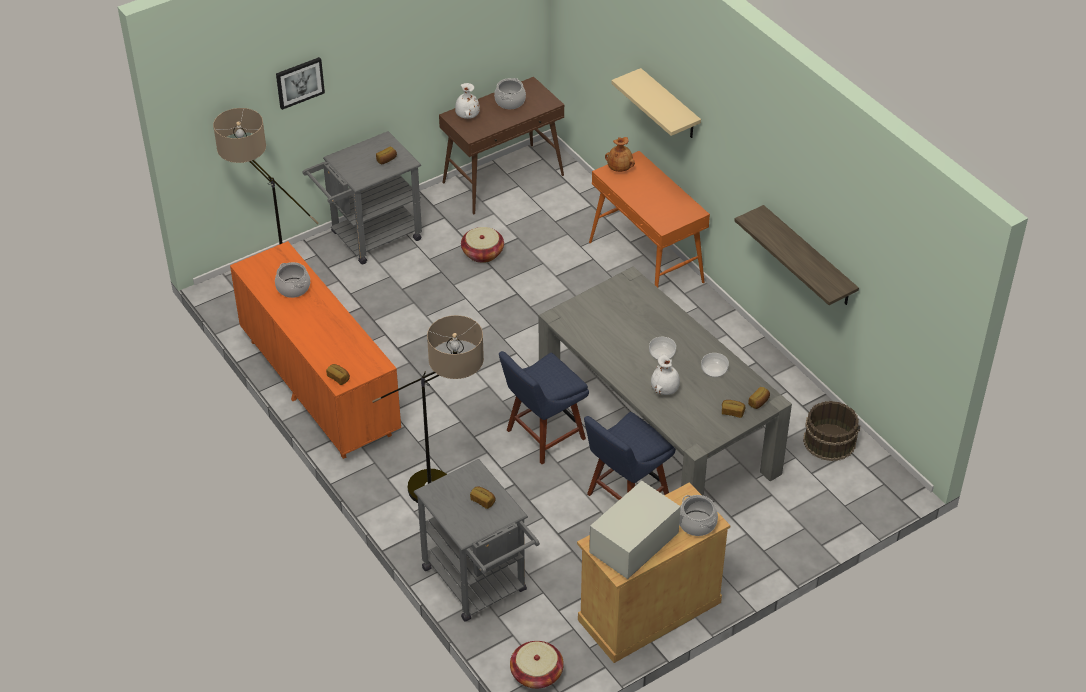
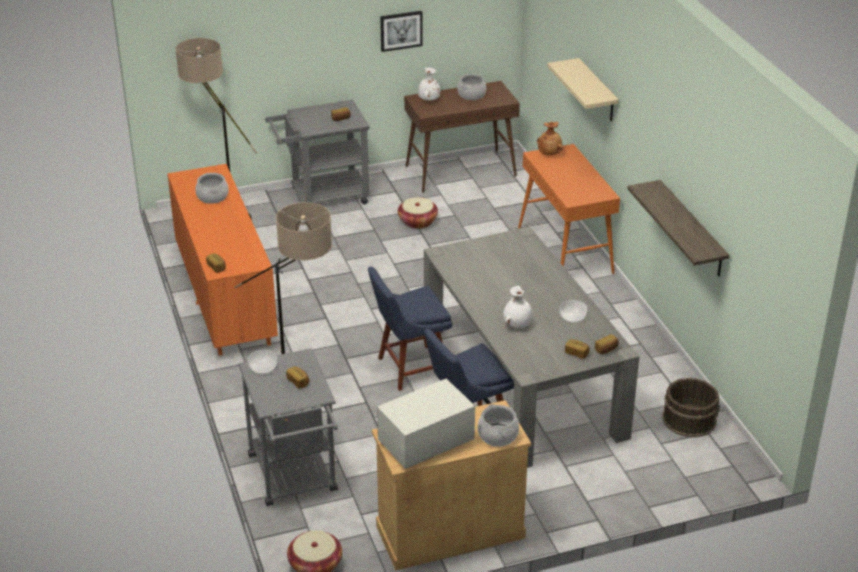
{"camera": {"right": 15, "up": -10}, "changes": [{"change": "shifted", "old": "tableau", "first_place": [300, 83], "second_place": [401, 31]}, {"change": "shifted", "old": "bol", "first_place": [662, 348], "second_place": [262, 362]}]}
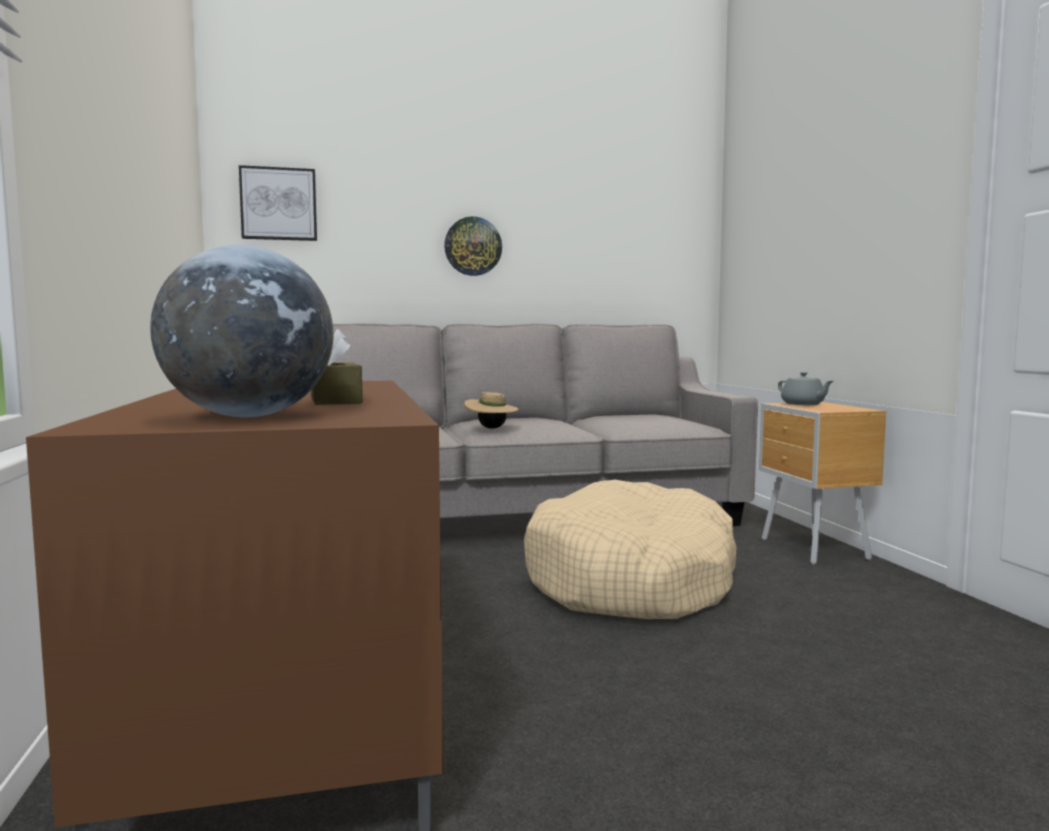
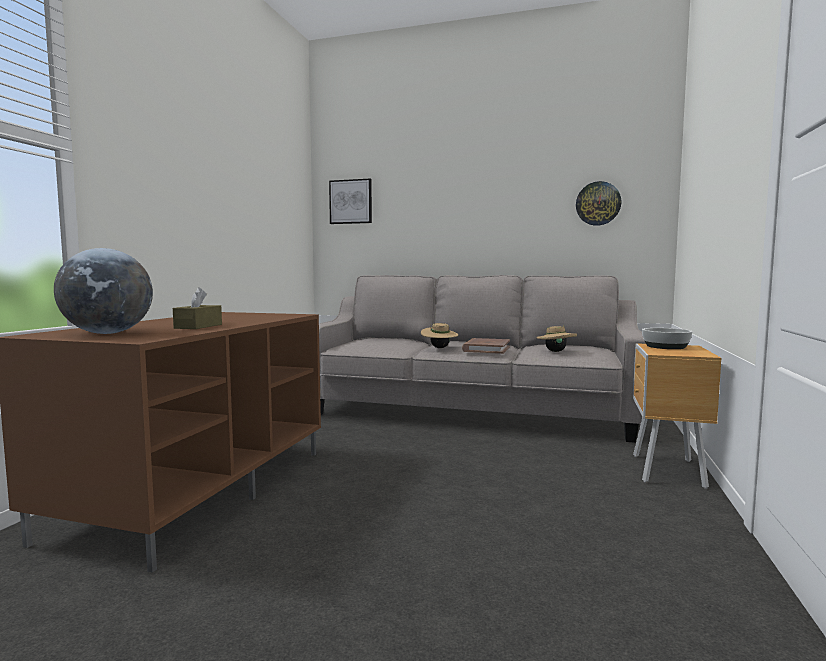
{"camera": {"right": 30, "up": 0}, "changes": [{"change": "gone", "old": "panier pour chien/beige", "first_place": [630, 549]}, {"change": "new", "new": "livre/marron", "second_place": [486, 346]}, {"change": "new", "new": "chapeau/beige", "second_place": [556, 338]}, {"change": "shifted", "old": "horloge murale", "first_place": [473, 246], "second_place": [599, 203]}, {"change": "swapped", "old": "théière/gris", "new": "bol", "first_place": [805, 388], "second_place": [667, 338]}]}
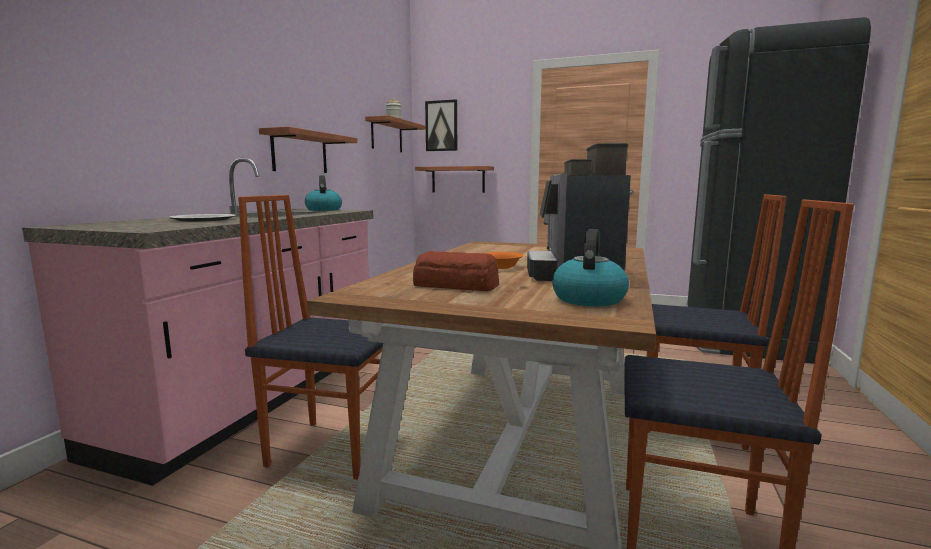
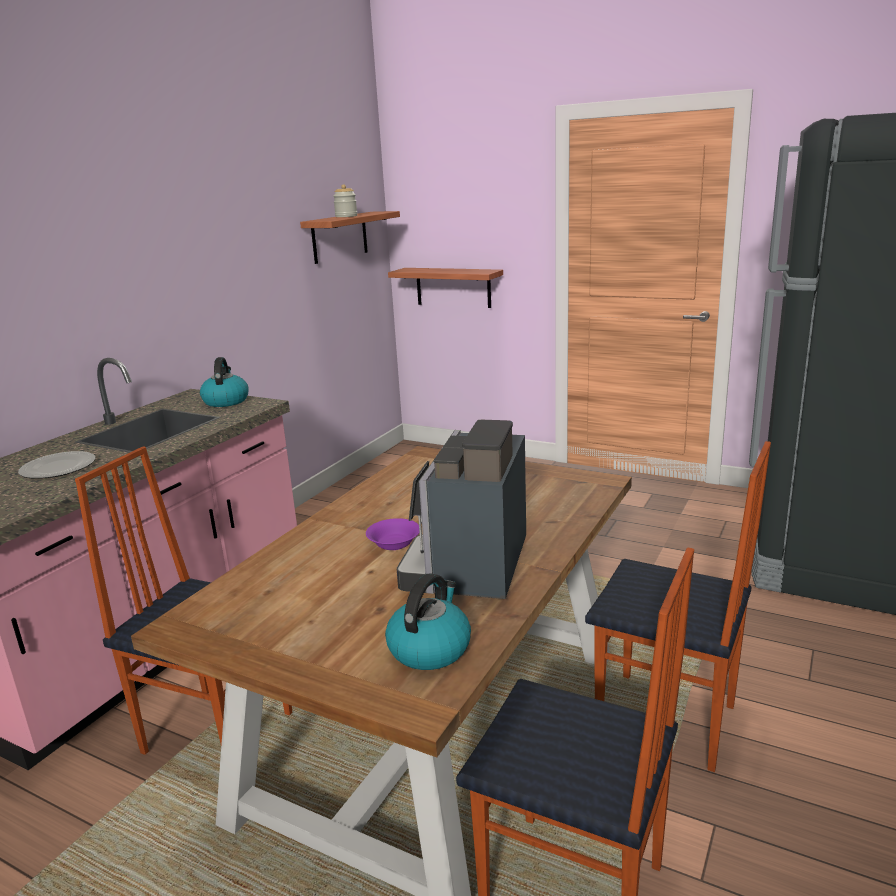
{"camera": {"right": 10, "up": 10}, "changes": [{"change": "gone", "old": "étagère", "first_place": [308, 150]}, {"change": "gone", "old": "pain", "first_place": [456, 271]}, {"change": "gone", "old": "tableau", "first_place": [441, 125]}, {"change": "repainted", "old": "bol/orange", "new": "bol/violet", "first_place": [504, 260], "second_place": [393, 534]}]}
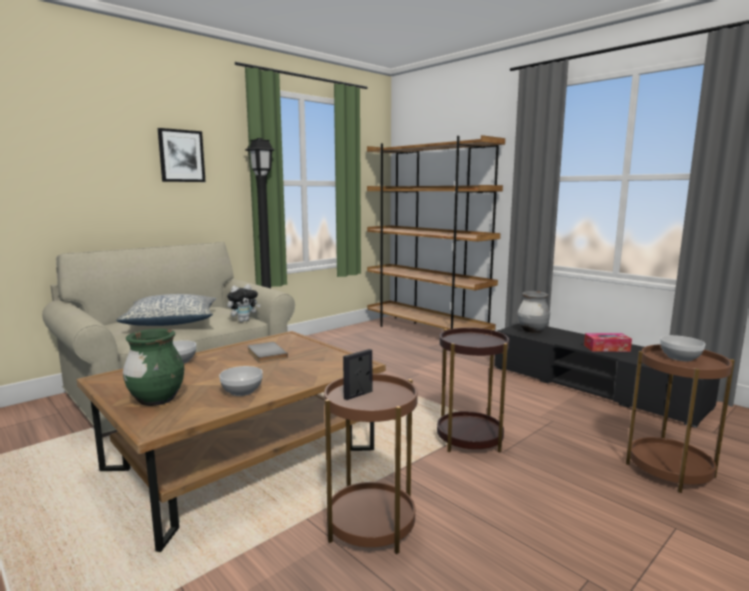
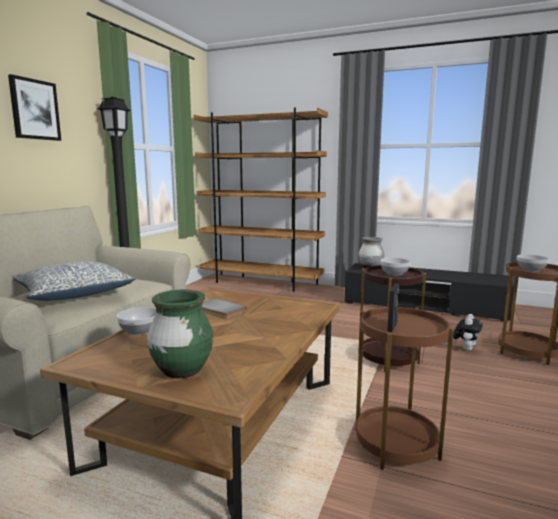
{"camera": {"right": -25, "up": 0}, "changes": [{"change": "gone", "old": "boîte à mouchoirs", "first_place": [608, 342]}, {"change": "shifted", "old": "bol", "first_place": [241, 381], "second_place": [395, 267]}, {"change": "shifted", "old": "peluche", "first_place": [244, 303], "second_place": [467, 332]}]}
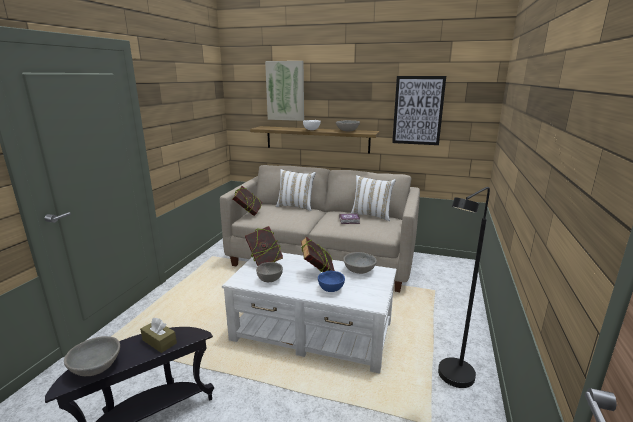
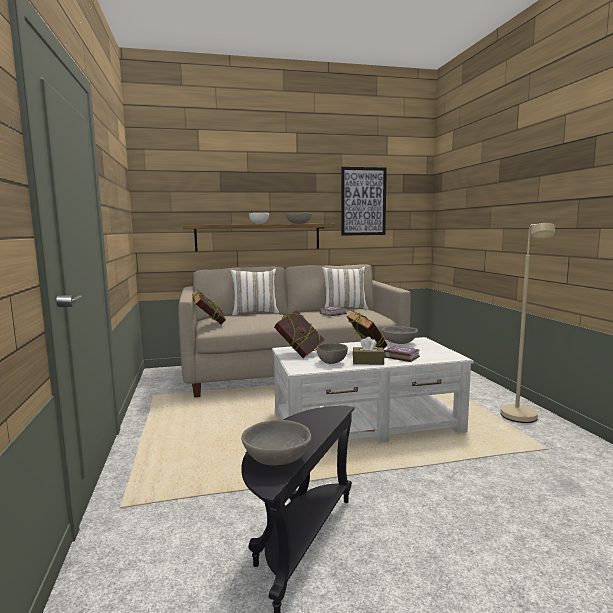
{"camera": {"right": -30, "up": -10}, "changes": [{"change": "gone", "old": "tableau", "first_place": [284, 91]}, {"change": "shifted", "old": "boîte à mouchoirs/marron", "first_place": [158, 335], "second_place": [369, 351]}, {"change": "swapped", "old": "bol/bleu", "new": "livre", "first_place": [331, 281], "second_place": [402, 354]}, {"change": "repainted", "old": "lampadaire/noir", "new": "lampadaire/beige", "first_place": [464, 287], "second_place": [527, 323]}]}
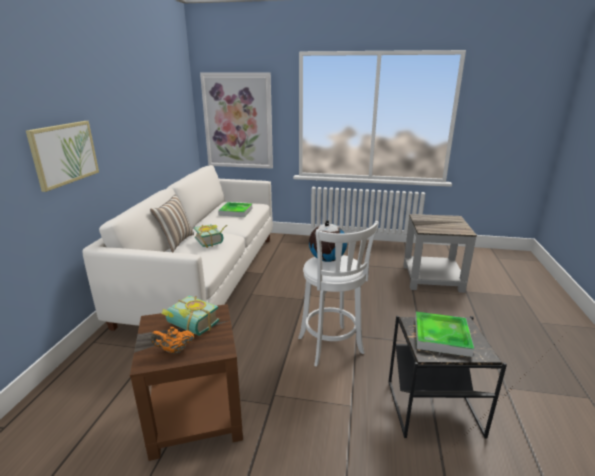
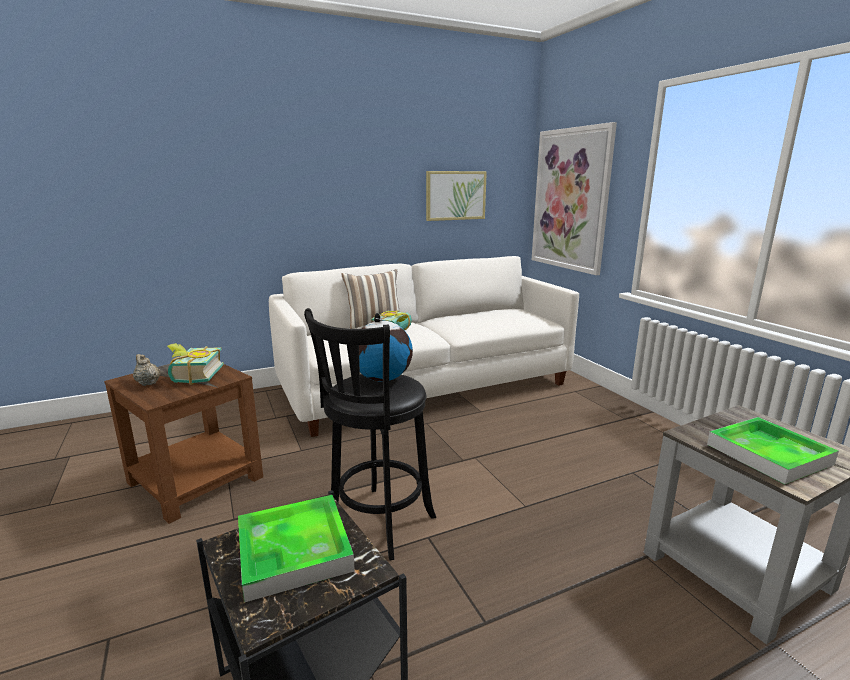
{"camera": {"right": 55, "up": -5}, "changes": [{"change": "shifted", "old": "tableau", "first_place": [62, 156], "second_place": [456, 196]}, {"change": "shifted", "old": "plateau", "first_place": [235, 209], "second_place": [773, 450]}, {"change": "repainted", "old": "théière/orange", "new": "théière/beige", "first_place": [172, 340], "second_place": [146, 370]}, {"change": "repainted", "old": "tabouret/blanc", "new": "tabouret/noir", "first_place": [338, 294], "second_place": [370, 434]}]}
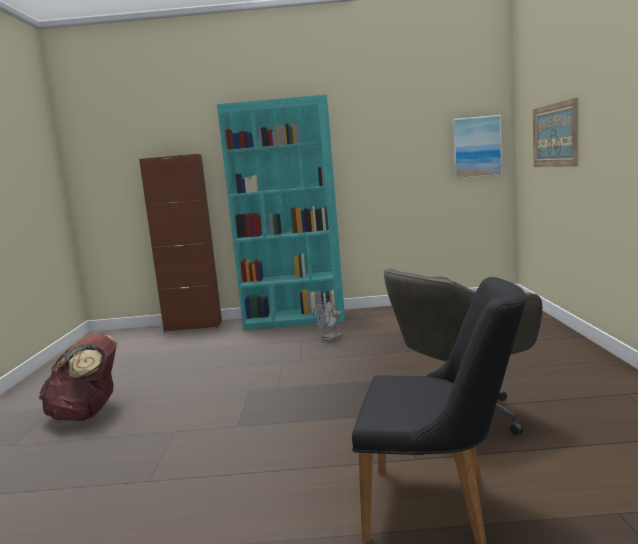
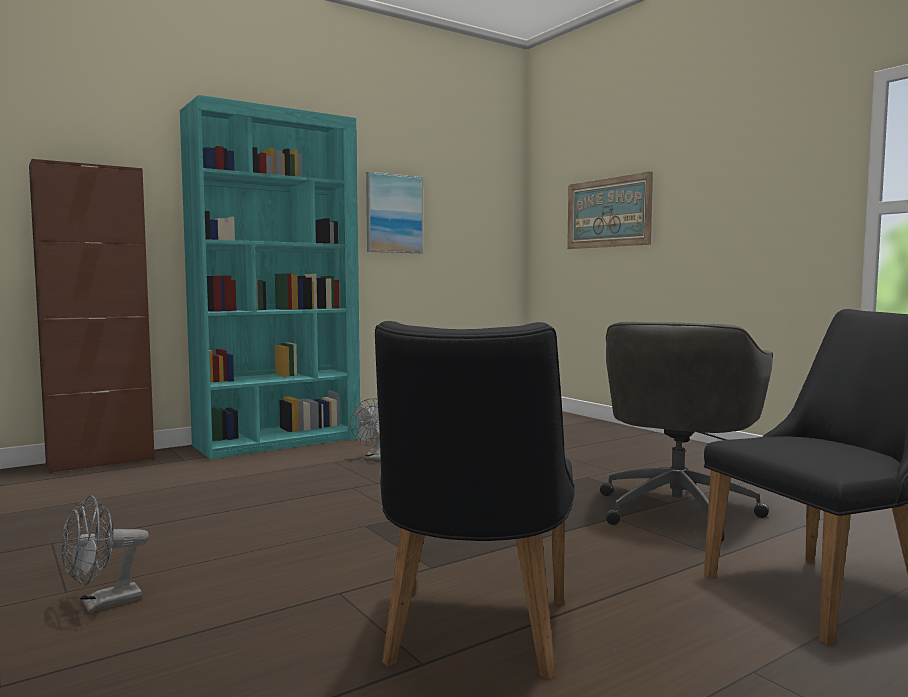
{"camera": {"right": -35, "up": -5}, "changes": [{"change": "new", "new": "chaise/noir", "second_place": [474, 500]}, {"change": "shifted", "old": "tableau", "first_place": [477, 147], "second_place": [394, 212]}, {"change": "swapped", "old": "sac à dos/marron", "new": "ventilateur/gris", "first_place": [78, 377], "second_place": [105, 554]}]}
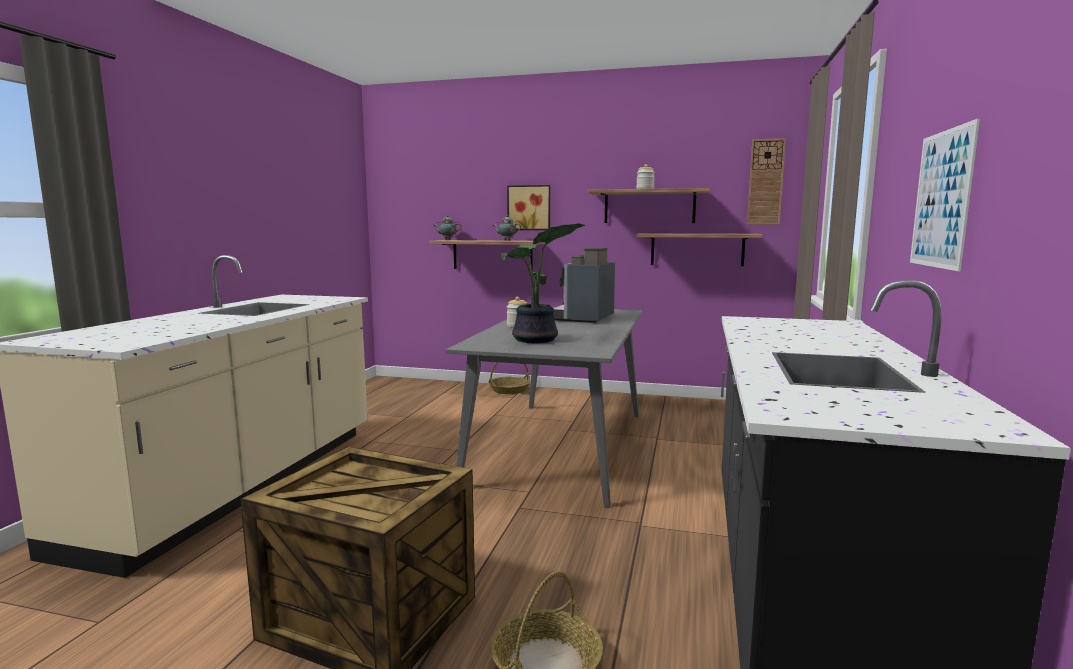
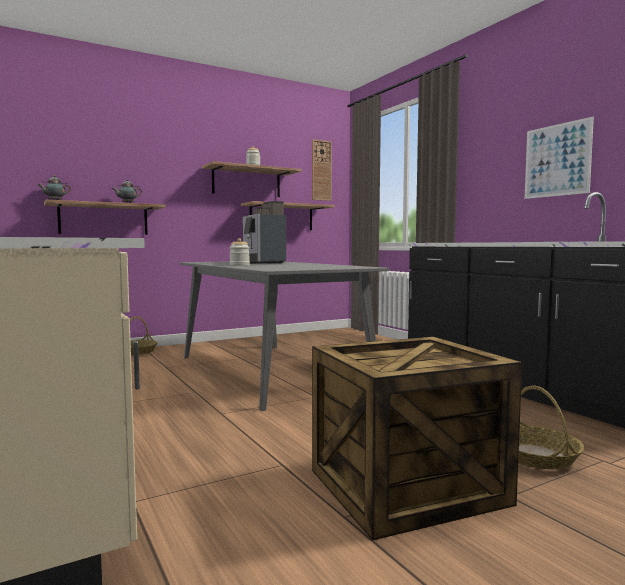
{"camera": {"right": -45, "up": -5}, "changes": [{"change": "gone", "old": "plante en pot", "first_place": [543, 283]}, {"change": "gone", "old": "tableau", "first_place": [528, 207]}]}
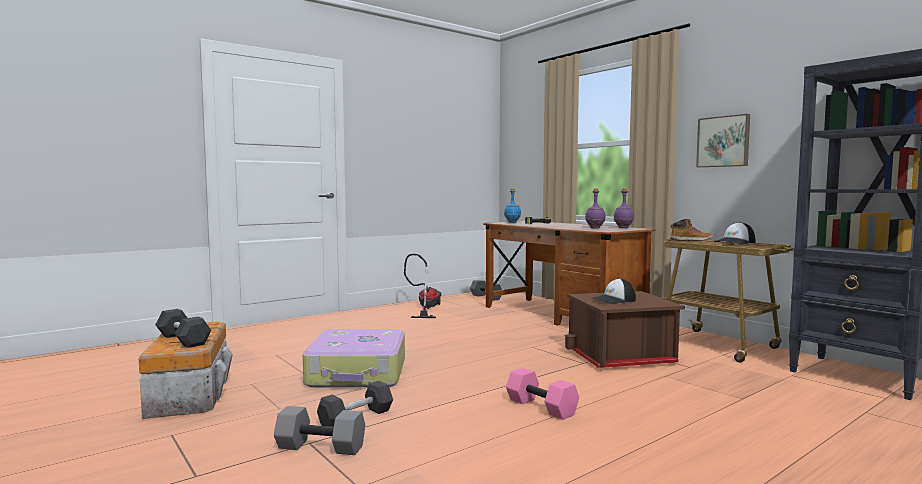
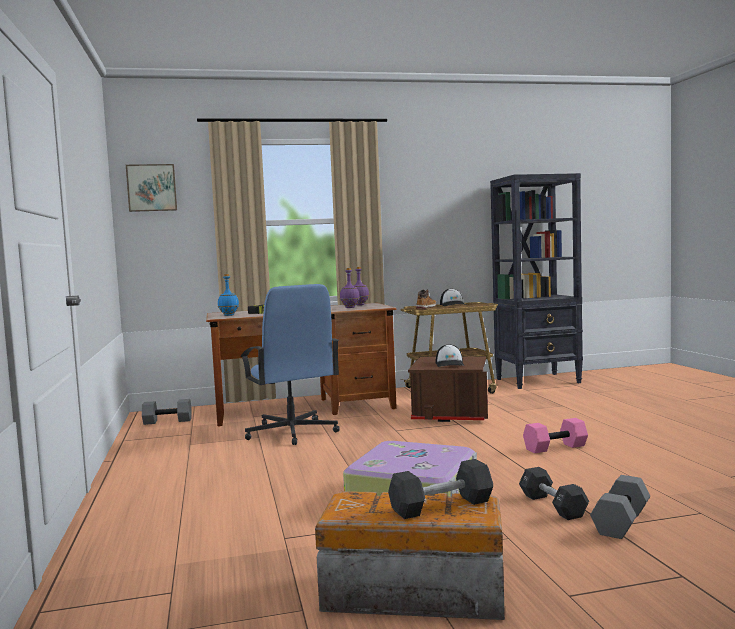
{"camera": {"right": -65, "up": 0}, "changes": [{"change": "gone", "old": "aspirateur", "first_place": [423, 286]}, {"change": "new", "new": "chaise de bureau/bleu", "second_place": [290, 364]}, {"change": "shifted", "old": "tableau", "first_place": [723, 140], "second_place": [151, 188]}]}
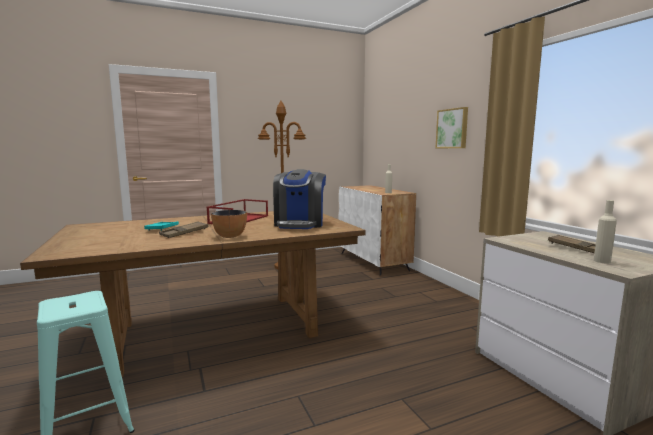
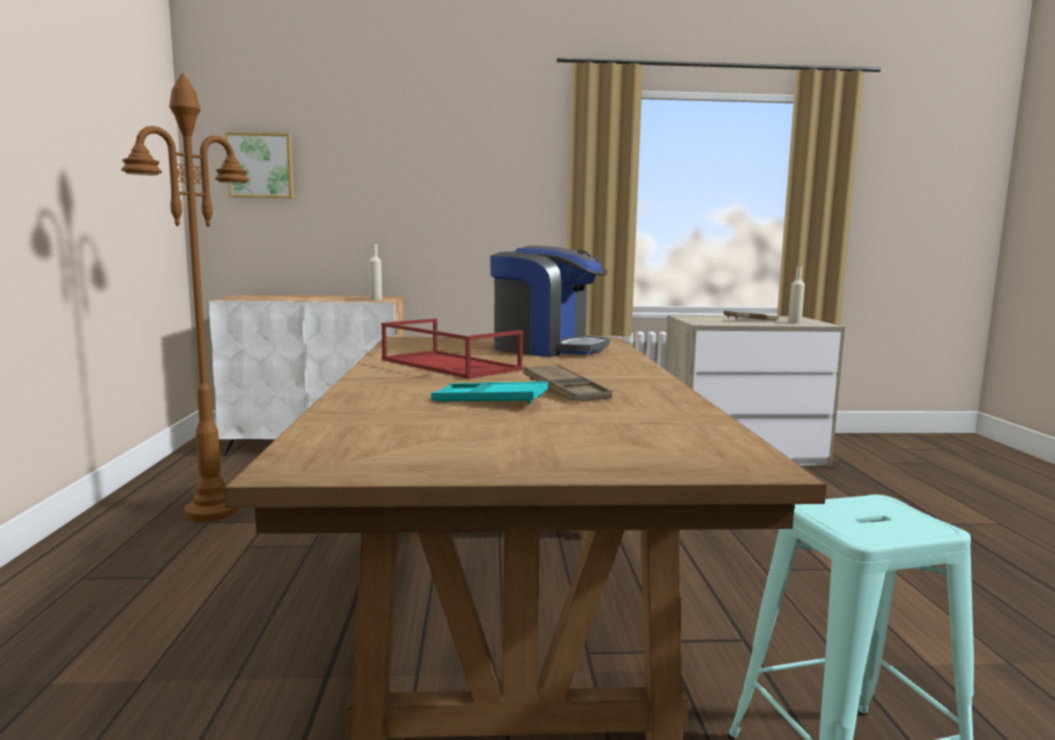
{"camera": {"right": -70, "up": 0}, "changes": [{"change": "gone", "old": "bol", "first_place": [229, 224]}, {"change": "shifted", "old": "tableau", "first_place": [452, 127], "second_place": [259, 165]}]}
